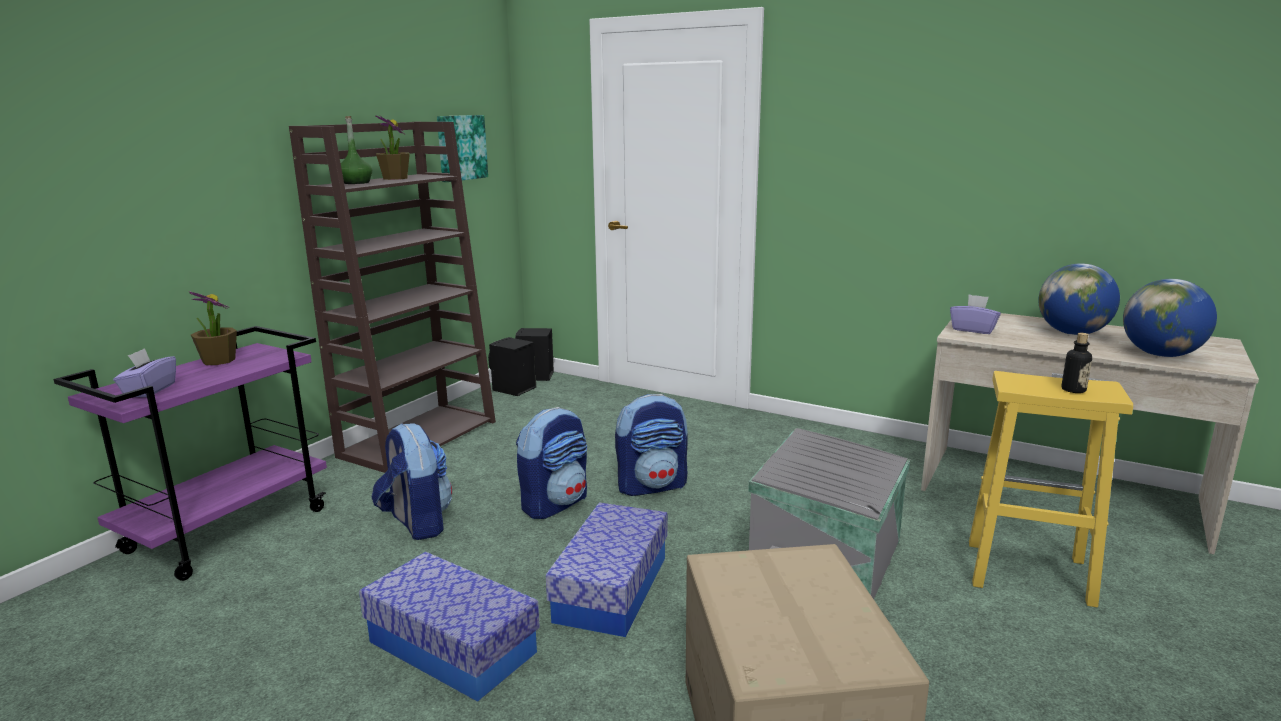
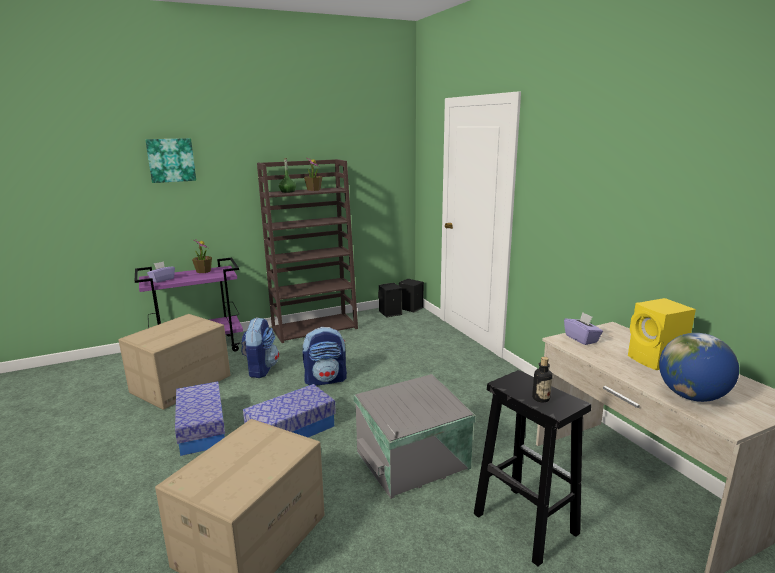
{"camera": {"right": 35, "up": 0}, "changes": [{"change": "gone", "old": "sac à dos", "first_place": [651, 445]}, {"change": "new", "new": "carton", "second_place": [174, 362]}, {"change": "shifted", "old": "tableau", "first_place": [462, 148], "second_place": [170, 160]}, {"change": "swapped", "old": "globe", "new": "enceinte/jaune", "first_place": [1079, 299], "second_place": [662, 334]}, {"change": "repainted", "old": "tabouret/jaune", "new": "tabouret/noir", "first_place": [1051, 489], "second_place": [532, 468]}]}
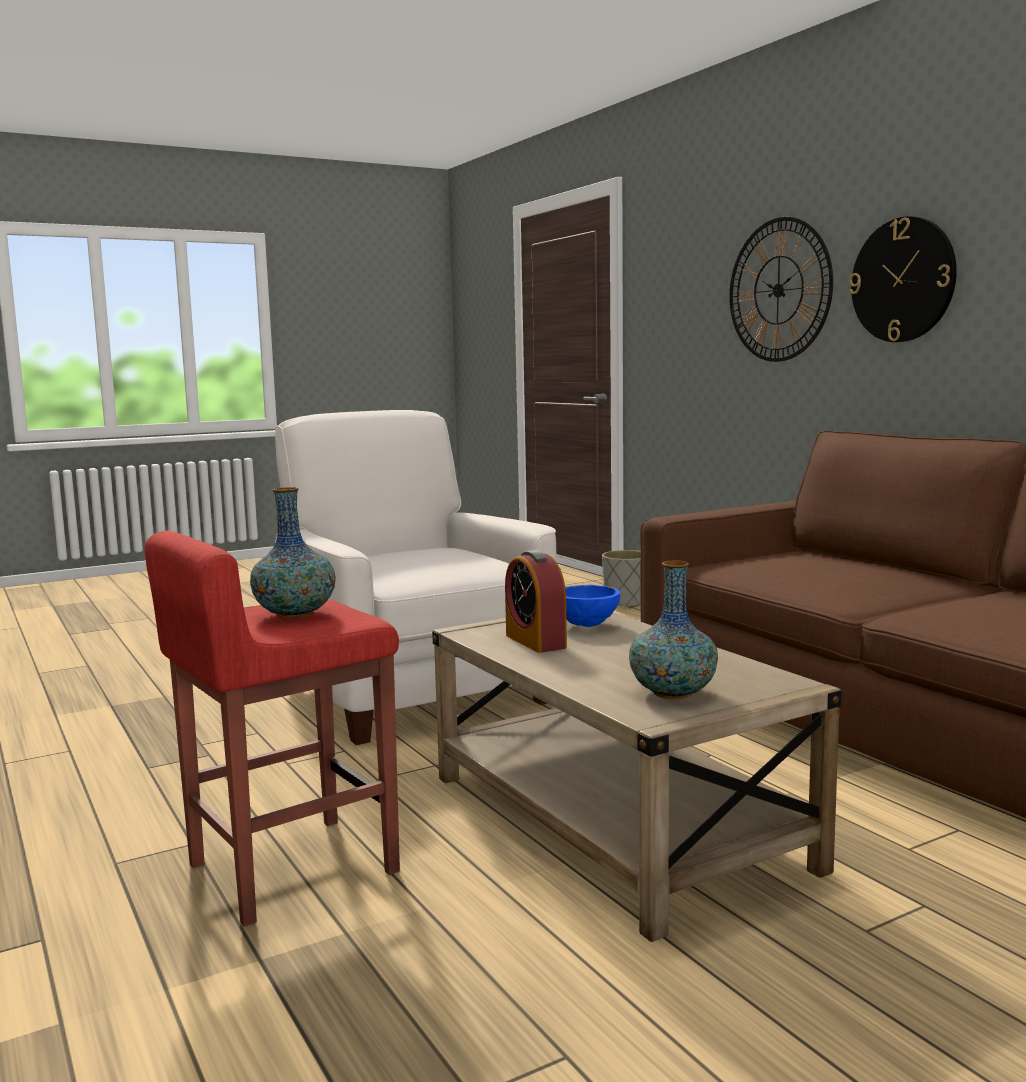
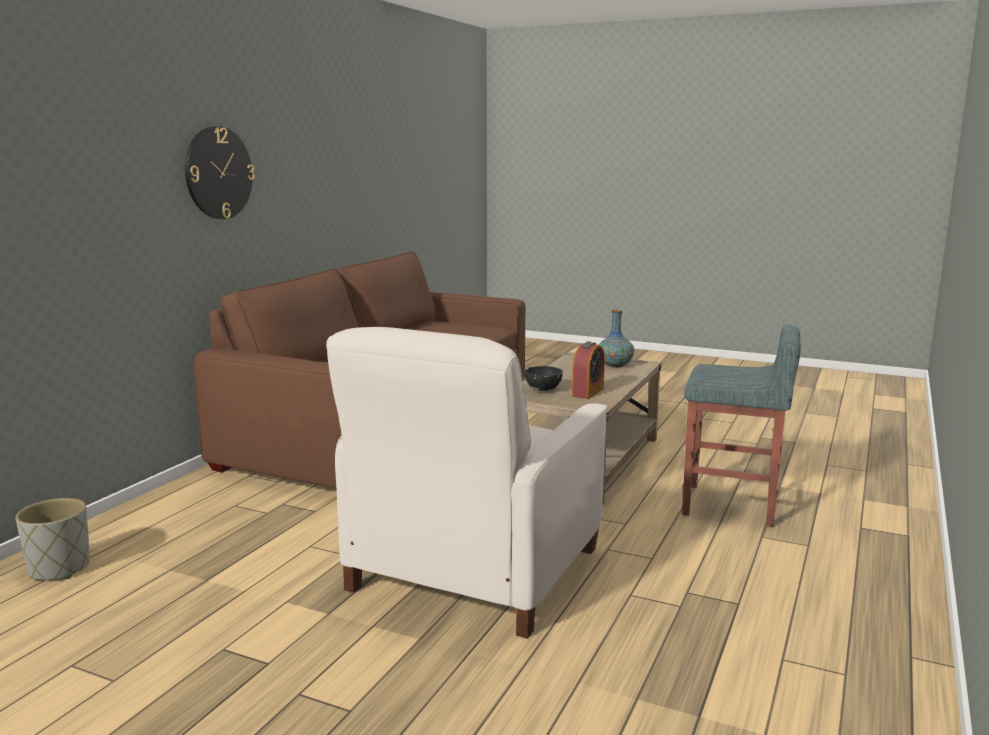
{"camera": {"right": -125, "up": 5}, "changes": [{"change": "gone", "old": "vase", "first_place": [293, 552]}, {"change": "gone", "old": "horloge murale", "first_place": [781, 289]}, {"change": "repainted", "old": "tabouret/rouge", "new": "tabouret/gris", "first_place": [272, 729], "second_place": [741, 425]}, {"change": "repainted", "old": "bol/bleu", "new": "bol/noir", "first_place": [592, 606], "second_place": [543, 378]}]}
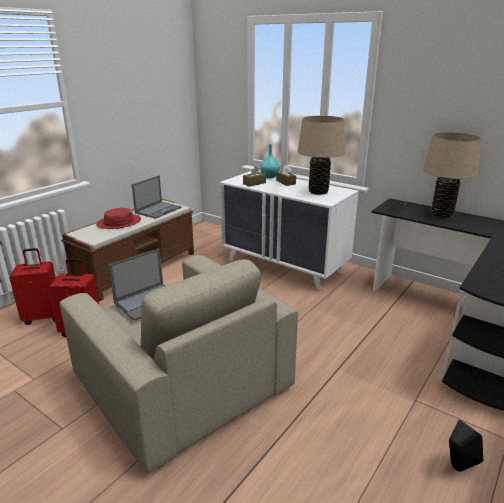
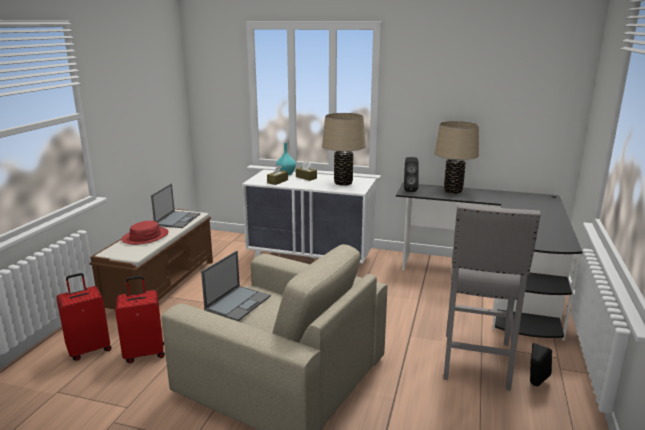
{"camera": {"right": -20, "up": -5}, "changes": [{"change": "new", "new": "enceinte/noir", "second_place": [411, 174]}, {"change": "new", "new": "tabouret/gris", "second_place": [492, 297]}]}
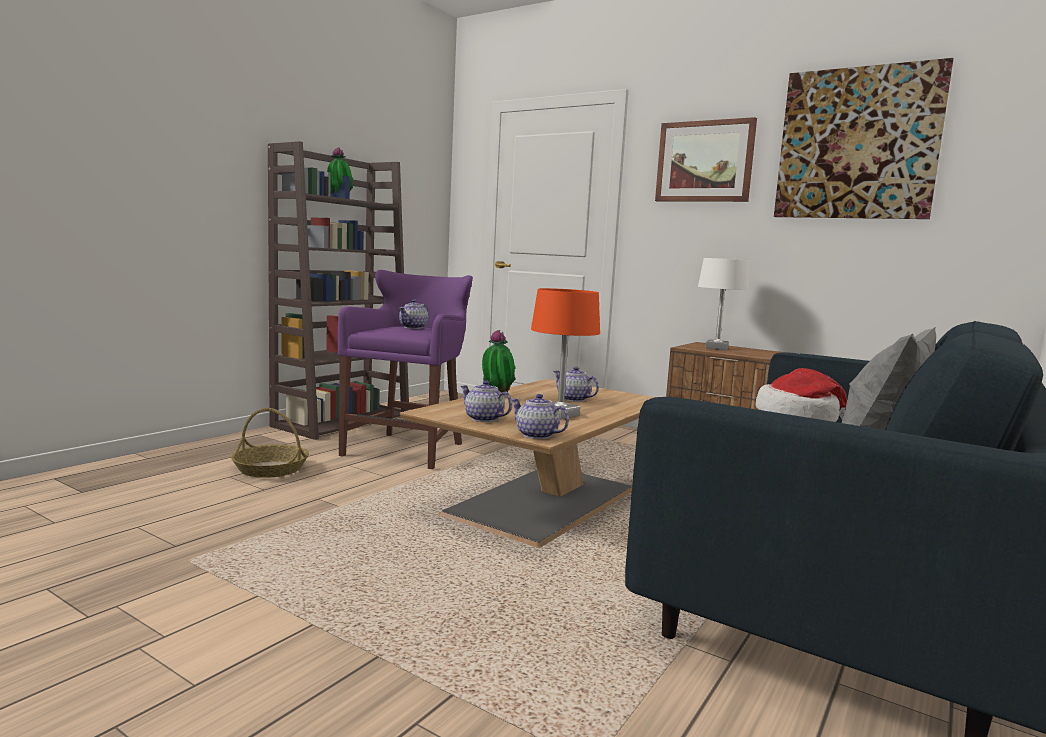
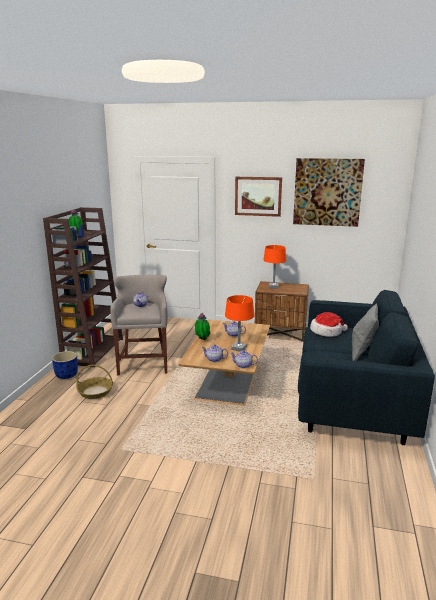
{"camera": {"right": -20, "up": 10}, "changes": [{"change": "new", "new": "cache-pot/bleu", "second_place": [65, 365]}, {"change": "repainted", "old": "tabouret/violet", "new": "tabouret/gris", "first_place": [405, 369], "second_place": [139, 325]}, {"change": "repainted", "old": "lampe de table/blanc", "new": "lampe de table/orange", "first_place": [723, 304], "second_place": [275, 267]}]}
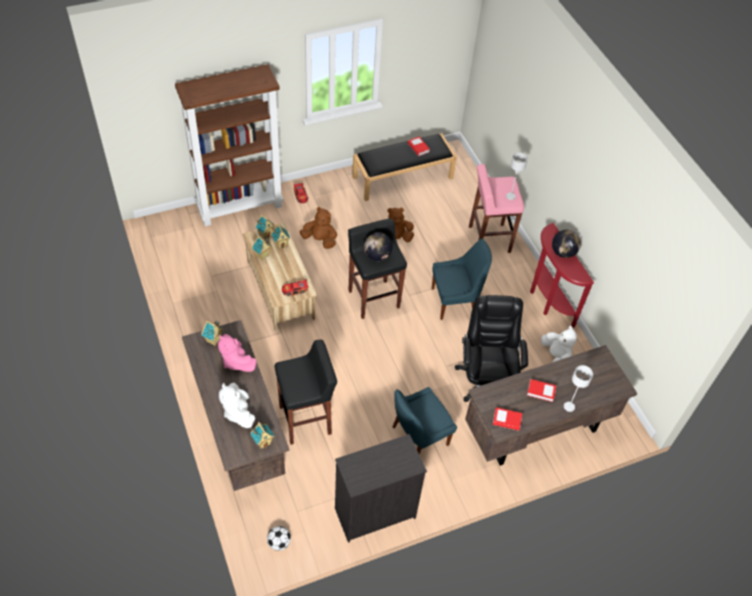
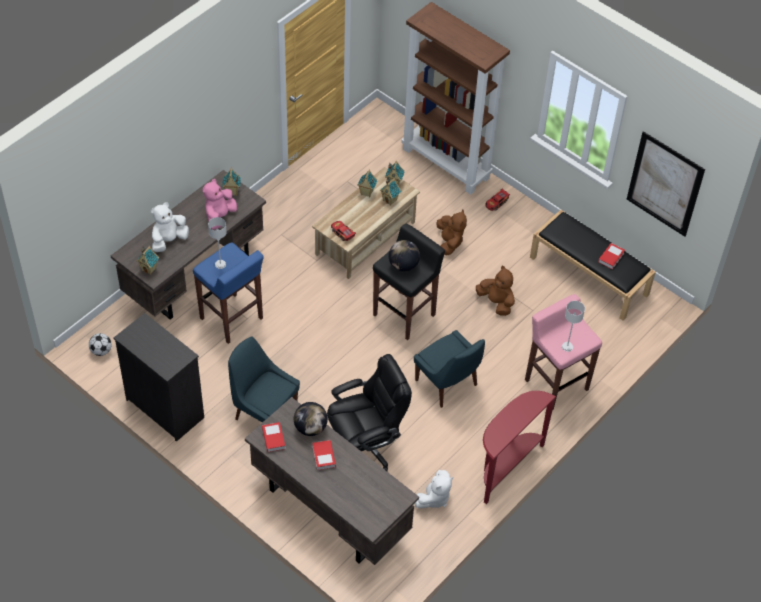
{"camera": {"right": 65, "up": 0}, "changes": [{"change": "new", "new": "tableau", "second_place": [666, 184]}, {"change": "shifted", "old": "globe", "first_place": [566, 244], "second_place": [311, 419]}, {"change": "shifted", "old": "lampe de table/gris", "first_place": [578, 388], "second_place": [217, 243]}, {"change": "repainted", "old": "tabouret/noir", "new": "tabouret/bleu", "first_place": [306, 392], "second_place": [228, 293]}]}
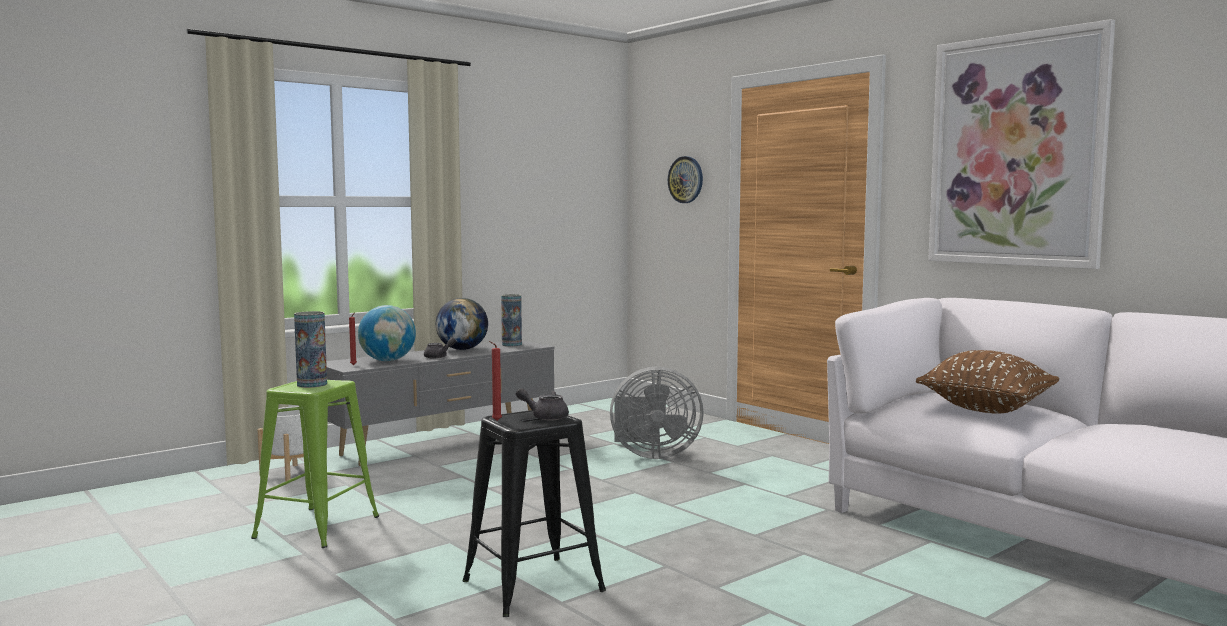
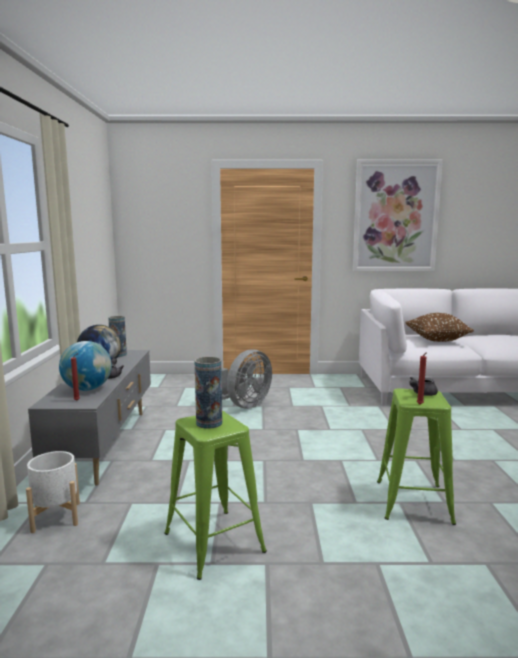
{"camera": {"right": -50, "up": 5}, "changes": [{"change": "gone", "old": "horloge murale", "first_place": [685, 179]}, {"change": "repainted", "old": "tabouret/noir", "new": "tabouret/vert", "first_place": [534, 513], "second_place": [416, 456]}]}
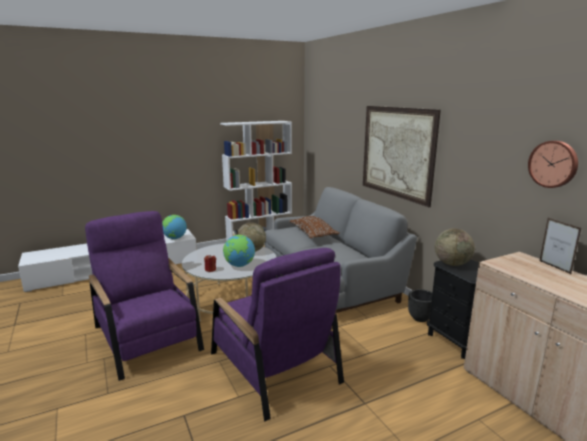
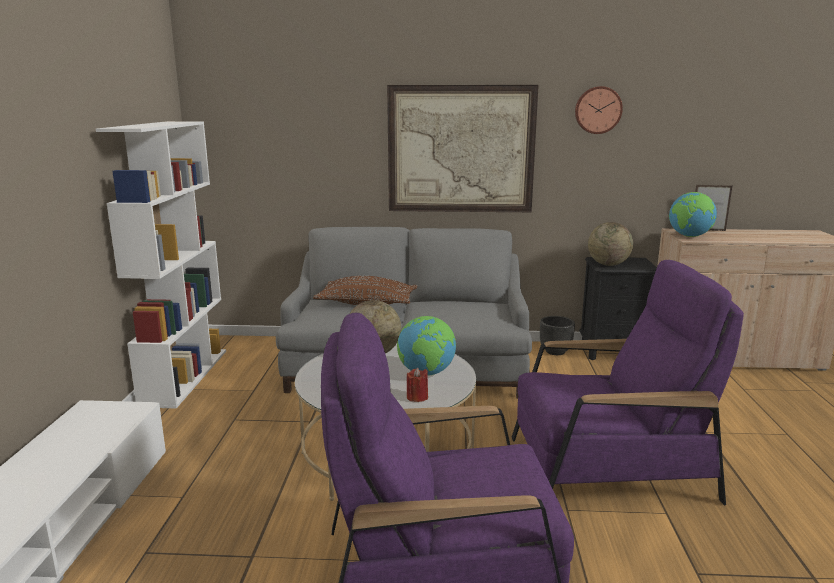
{"camera": {"right": -60, "up": 0}, "changes": [{"change": "shifted", "old": "globe", "first_place": [174, 227], "second_place": [693, 214]}, {"change": "shifted", "old": "horloge murale", "first_place": [553, 164], "second_place": [599, 110]}]}
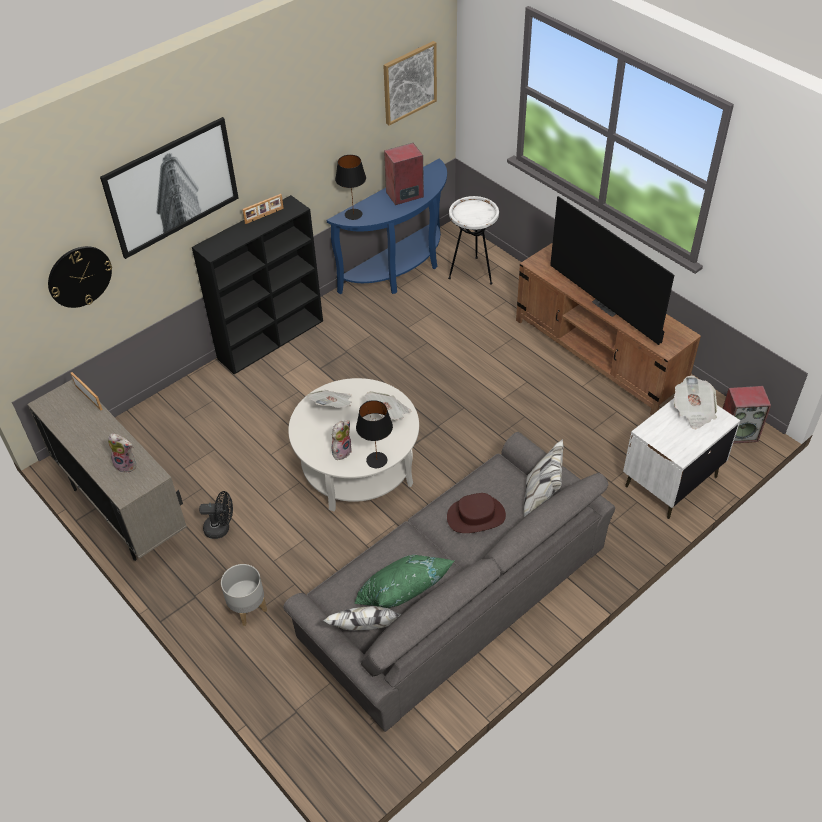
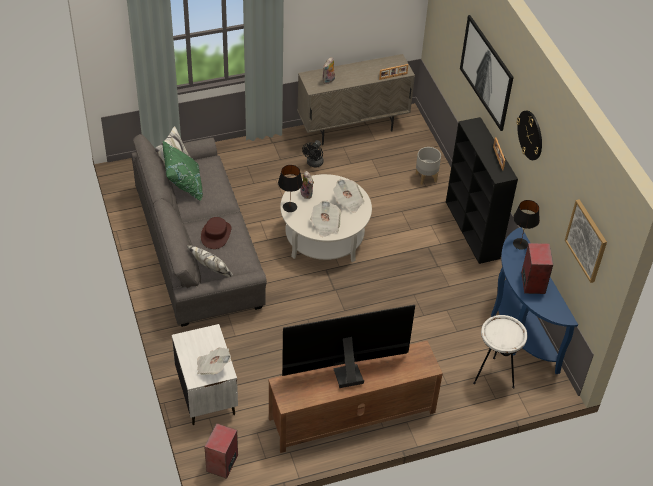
{"camera": {"right": 110, "up": 0}, "changes": [{"change": "shifted", "old": "horloge murale", "first_place": [80, 277], "second_place": [529, 135]}, {"change": "shifted", "old": "cache-pot/gris", "first_place": [244, 595], "second_place": [428, 166]}]}
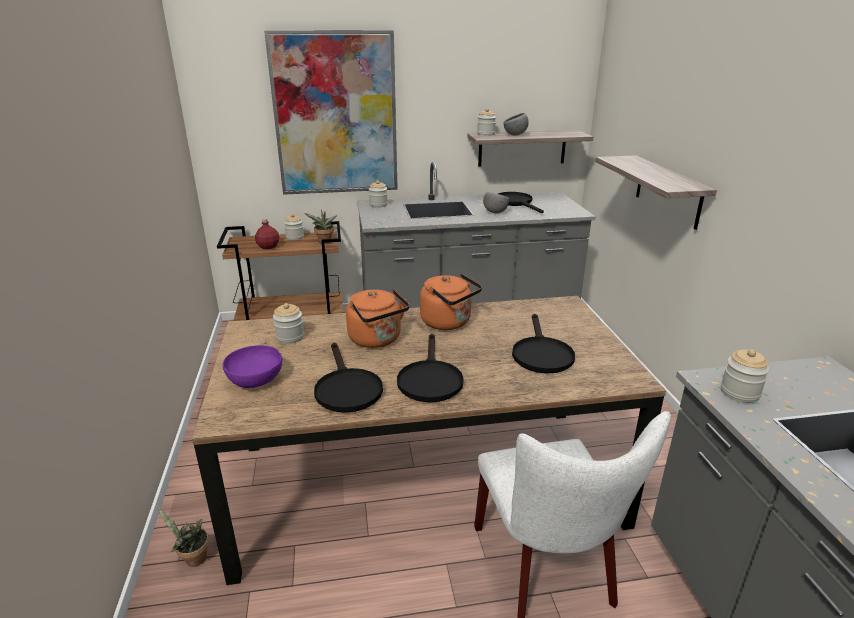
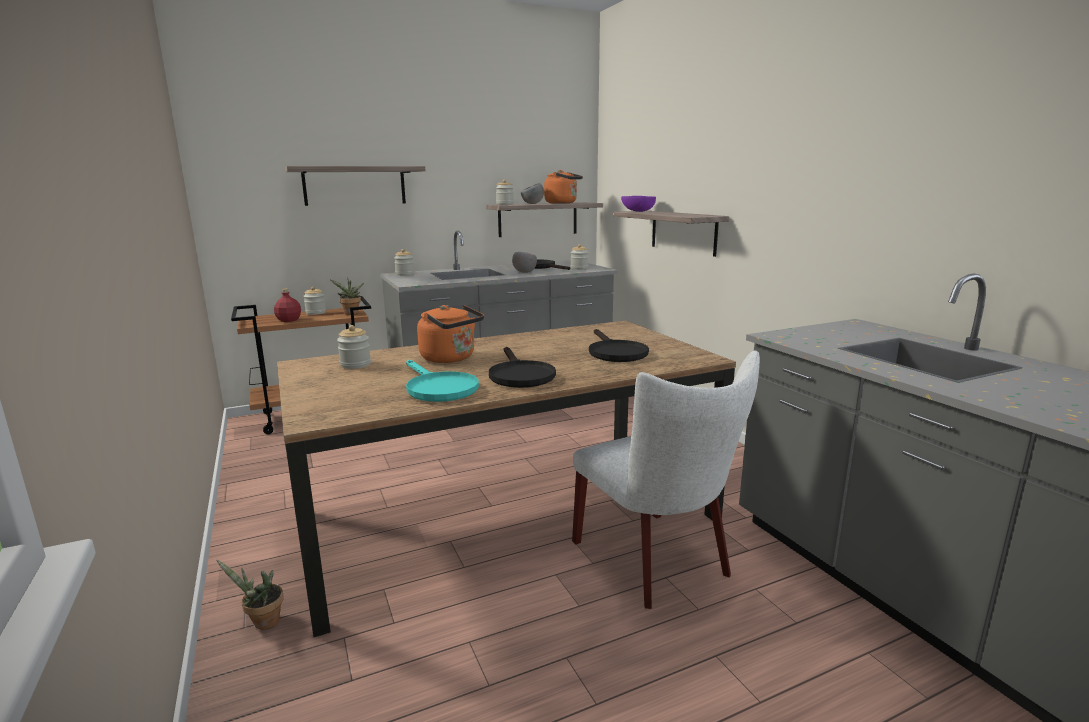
{"camera": {"right": -15, "up": -10}, "changes": [{"change": "shifted", "old": "bol/violet", "first_place": [253, 366], "second_place": [638, 204]}, {"change": "shifted", "old": "bouilloire/orange", "first_place": [451, 301], "second_place": [563, 187]}, {"change": "shifted", "old": "bocal", "first_place": [745, 376], "second_place": [580, 257]}, {"change": "swapped", "old": "tableau", "new": "étagère", "first_place": [331, 112], "second_place": [355, 186]}, {"change": "repainted", "old": "poêle/noir", "new": "poêle/turquoise", "first_place": [348, 377], "second_place": [442, 381]}]}
